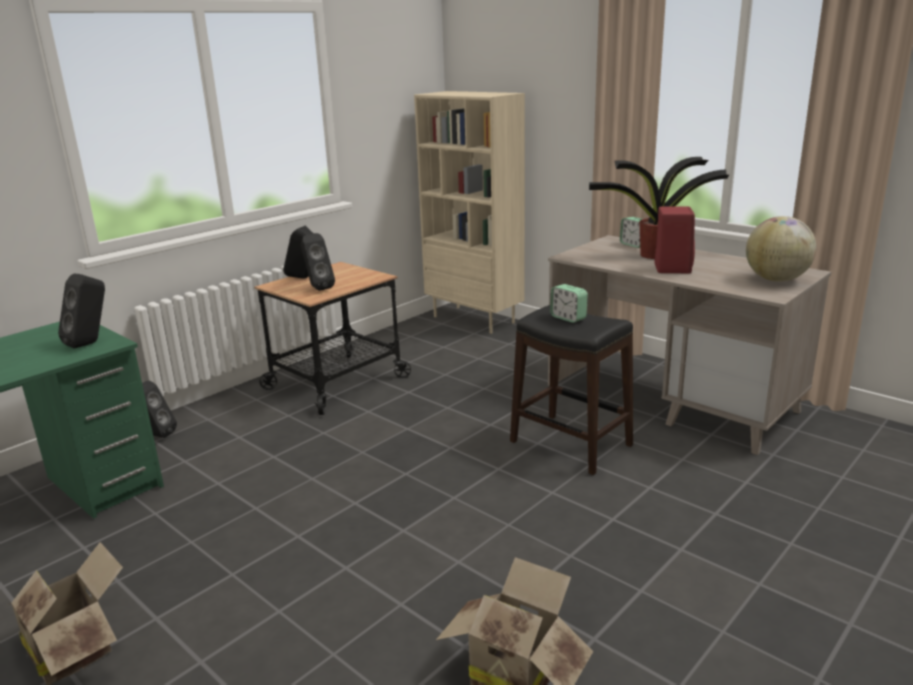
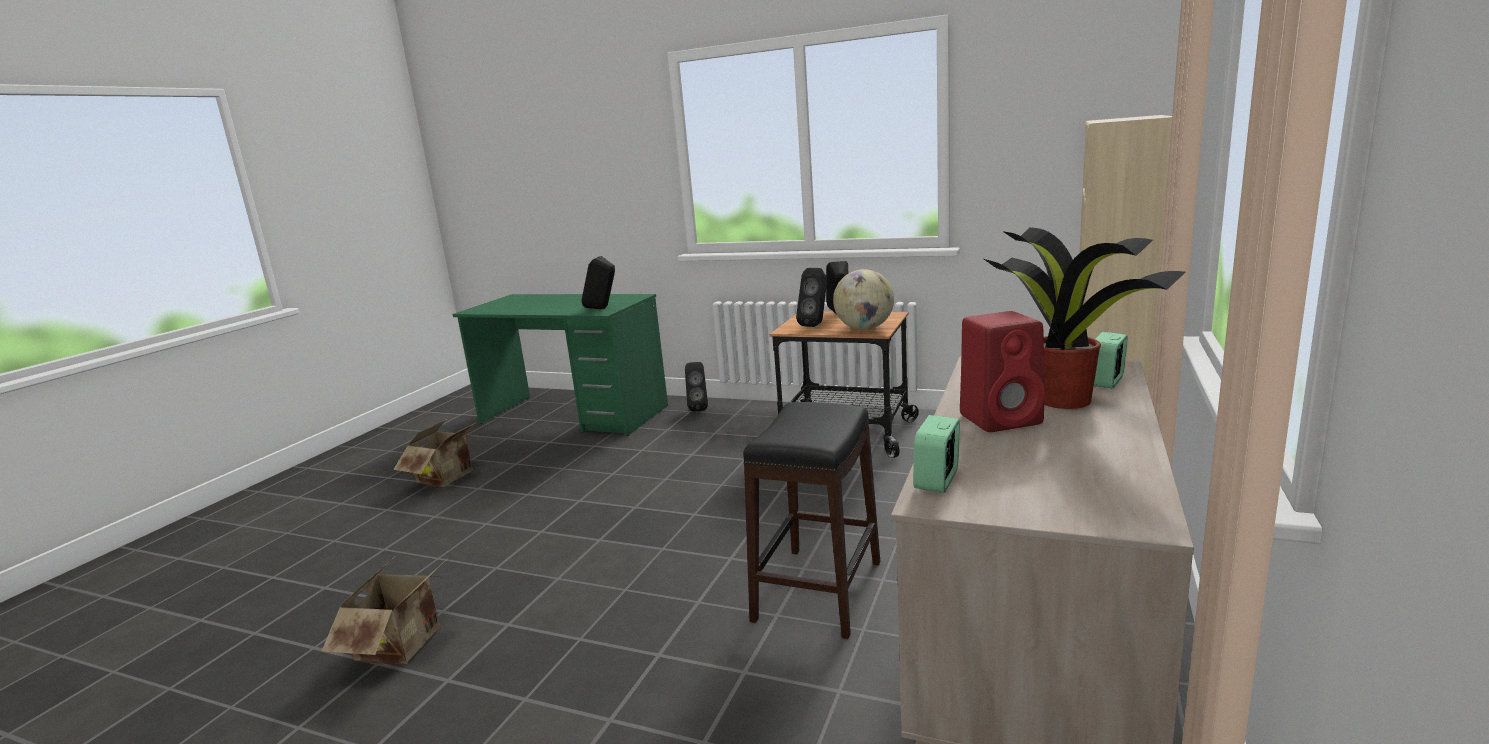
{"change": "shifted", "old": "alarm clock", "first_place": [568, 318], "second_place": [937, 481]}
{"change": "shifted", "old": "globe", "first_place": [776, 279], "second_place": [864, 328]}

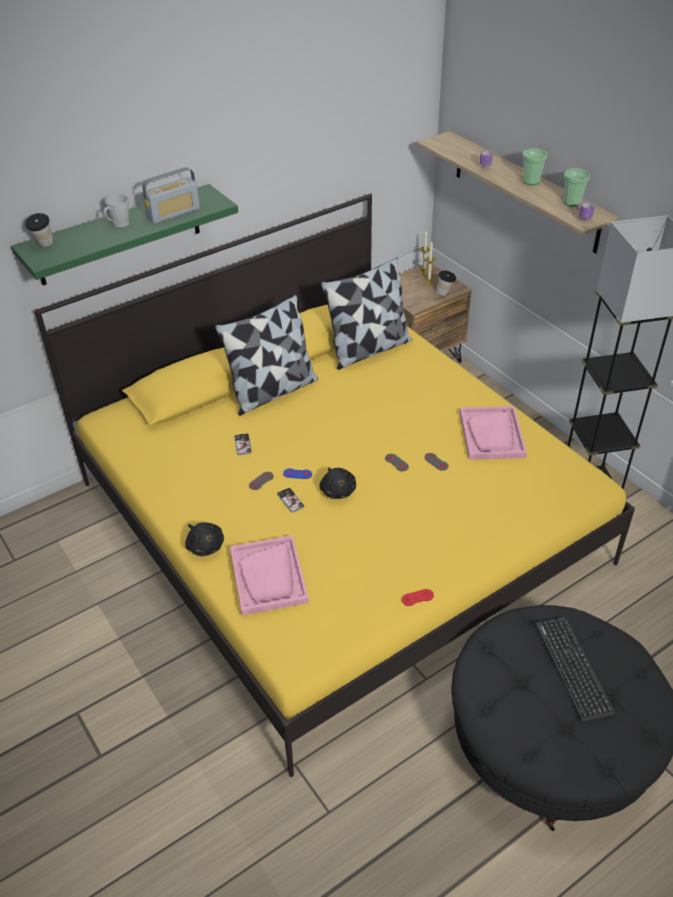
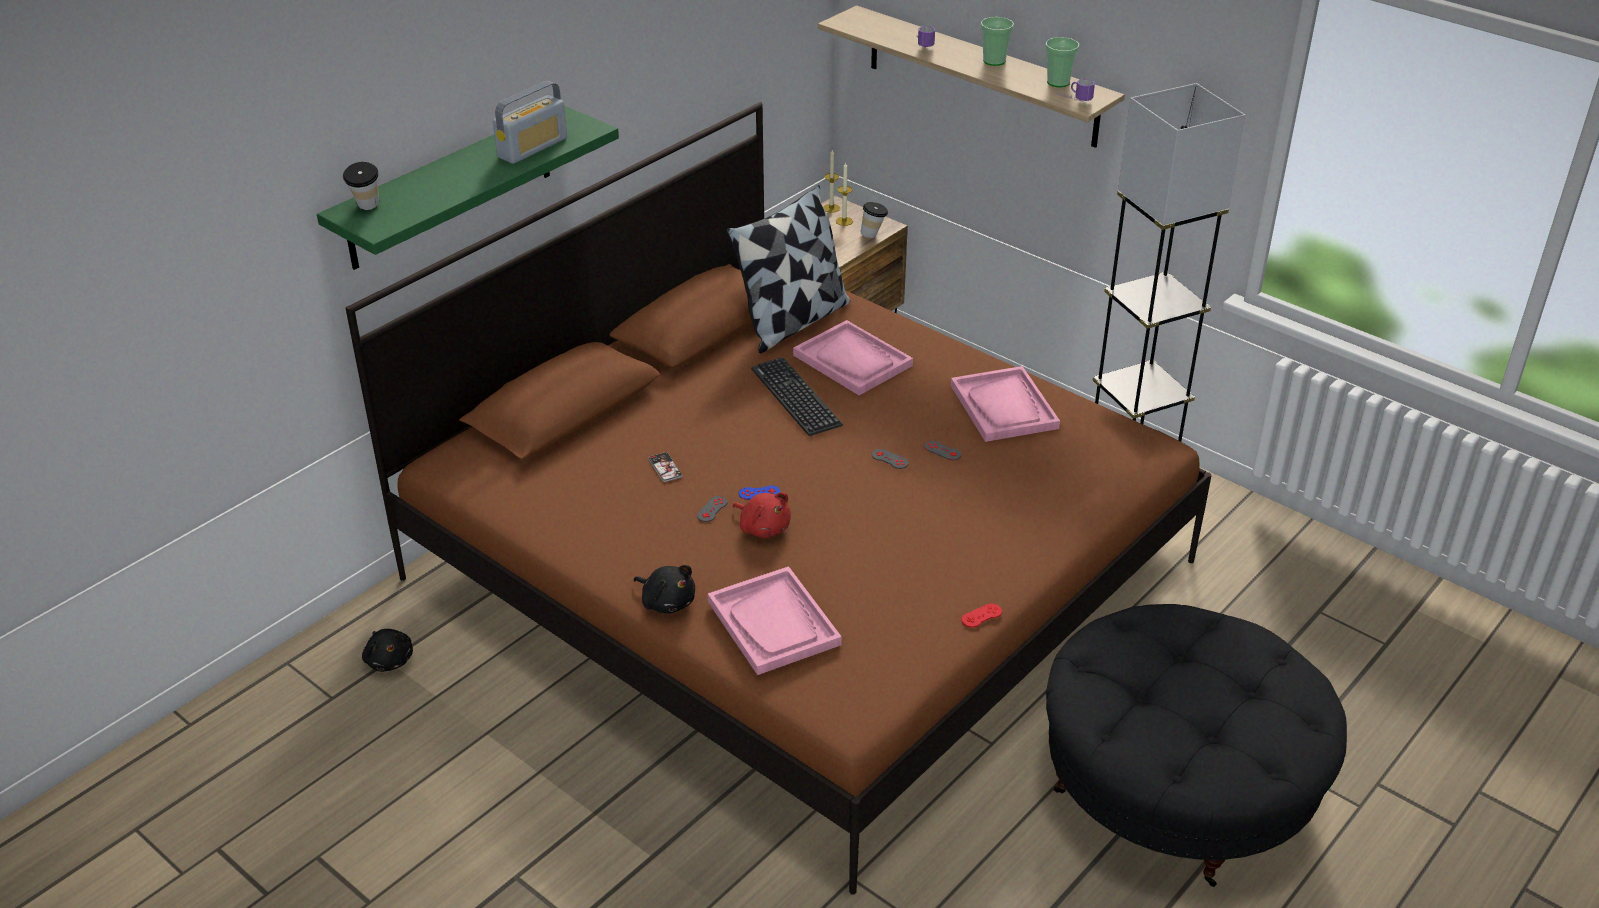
{"change": "repainted", "old": "yellow bed", "new": "brown bed", "first_place": [338, 521], "second_place": [799, 569]}
{"change": "gone", "old": "grey mug", "first_place": [118, 224]}
{"change": "gone", "old": "pillow", "first_place": [272, 391]}
{"change": "swapped", "old": "phone", "new": "red plush toy", "first_place": [290, 500], "second_place": [763, 527]}
{"change": "shifted", "old": "black plush toy", "first_place": [338, 490], "second_place": [389, 660]}
{"change": "shifted", "old": "keyboard", "first_place": [573, 667], "second_place": [795, 397]}
{"change": "new", "new": "pink tray", "second_place": [853, 360]}

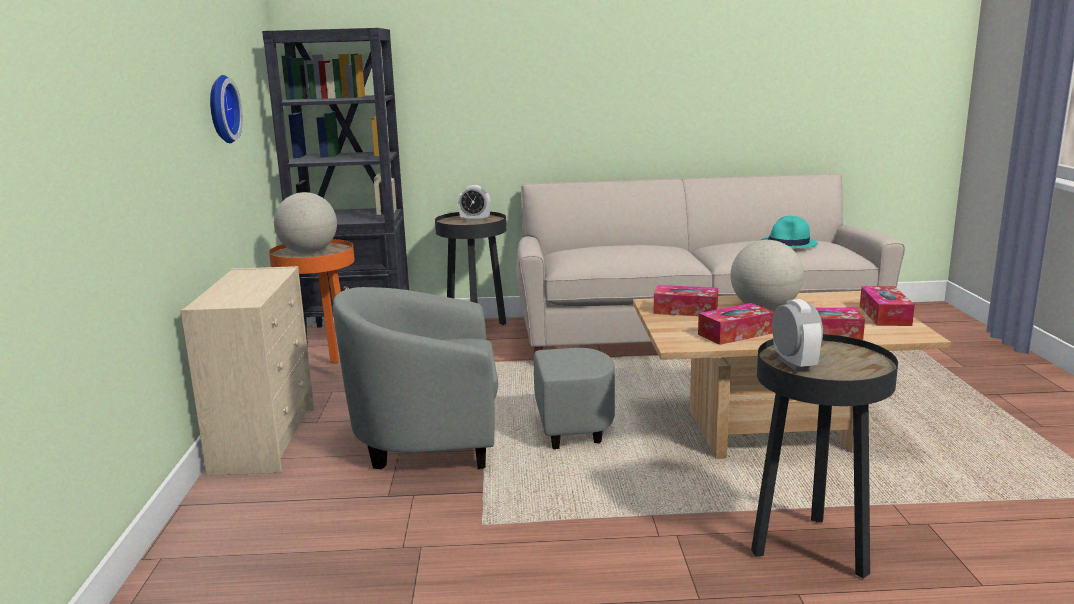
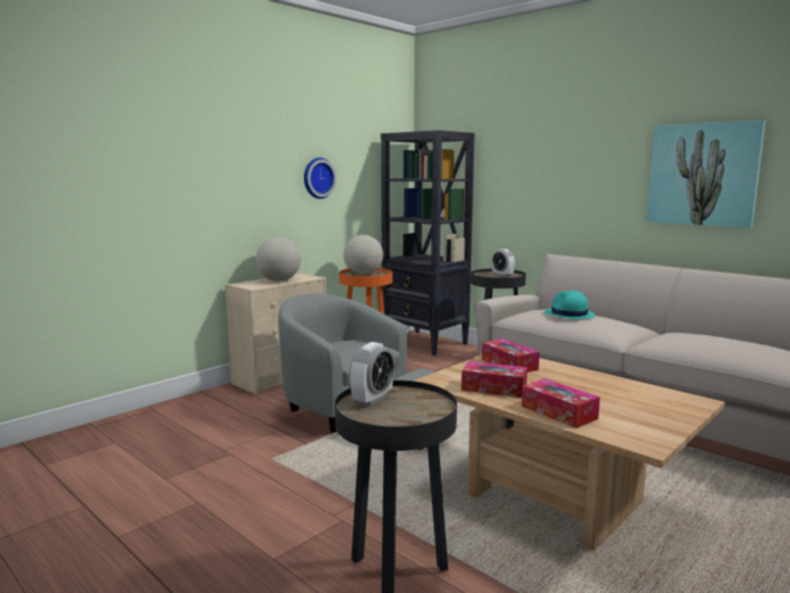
{"change": "shifted", "old": "globe", "first_place": [764, 308], "second_place": [279, 281]}
{"change": "shifted", "old": "turquoise hat", "first_place": [788, 244], "second_place": [569, 314]}
{"change": "gone", "old": "tissue box", "first_place": [885, 315]}
{"change": "new", "new": "picture", "second_place": [702, 174]}

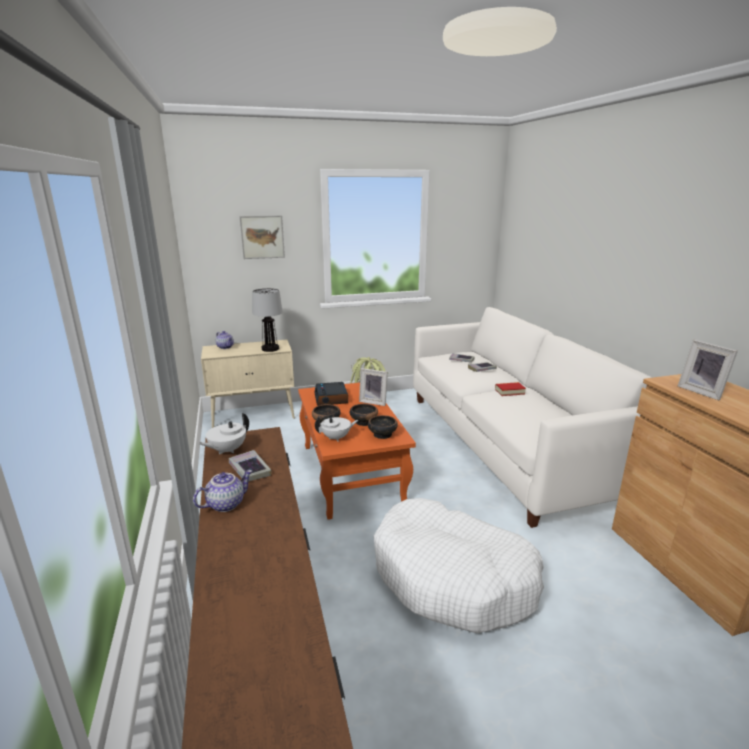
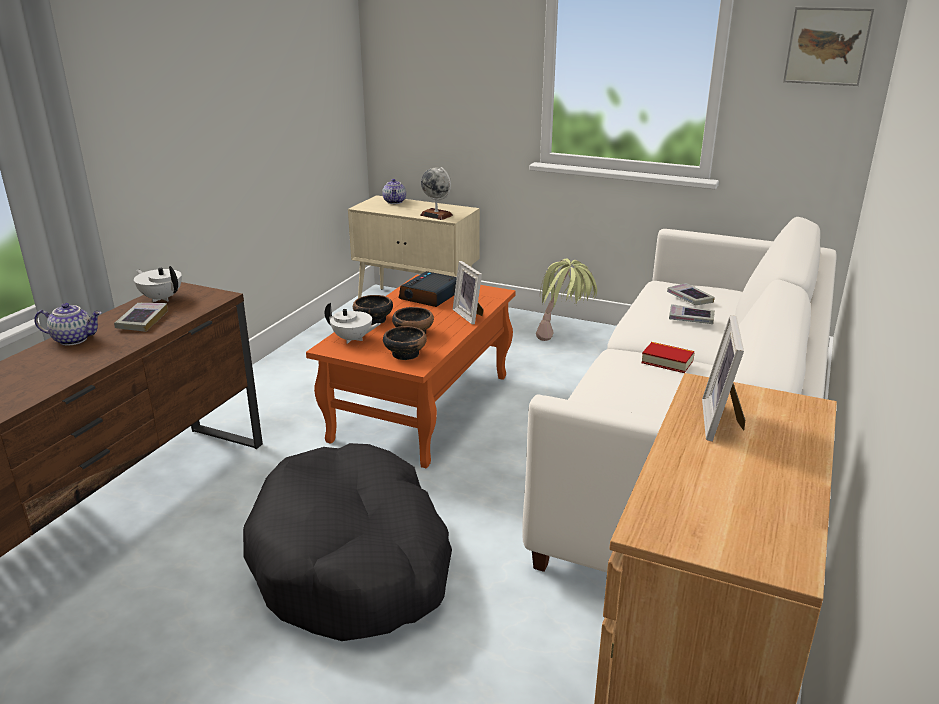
{"change": "rotated", "old": "white teapot", "first_place": [227, 450], "second_place": [161, 298], "degrees": 45}
{"change": "shifted", "old": "picture", "first_place": [262, 237], "second_place": [827, 46]}
{"change": "swapped", "old": "table lamp", "new": "globe", "first_place": [270, 349], "second_place": [436, 215]}
{"change": "repainted", "old": "white dog bed", "new": "black dog bed", "first_place": [453, 577], "second_place": [352, 562]}

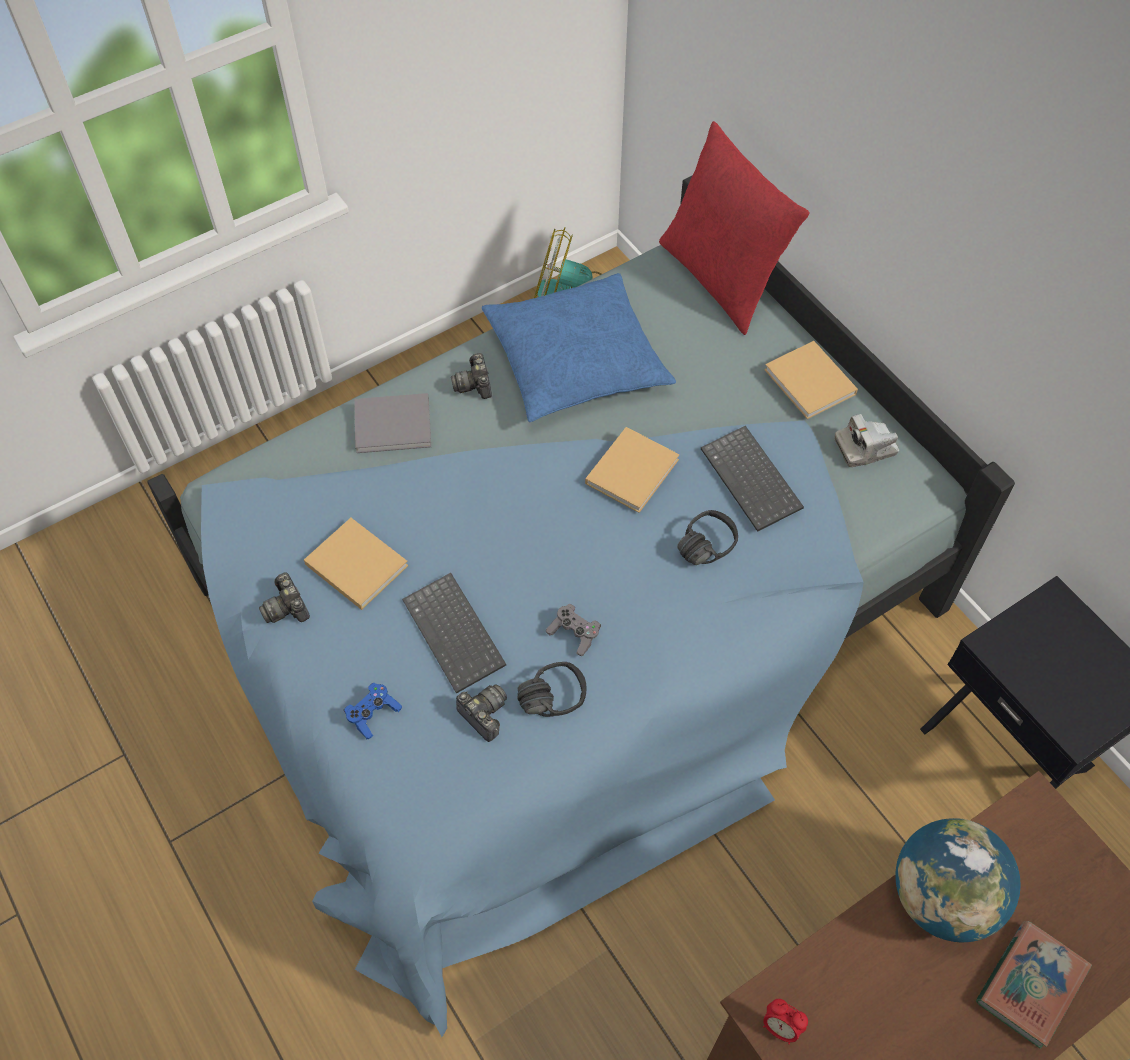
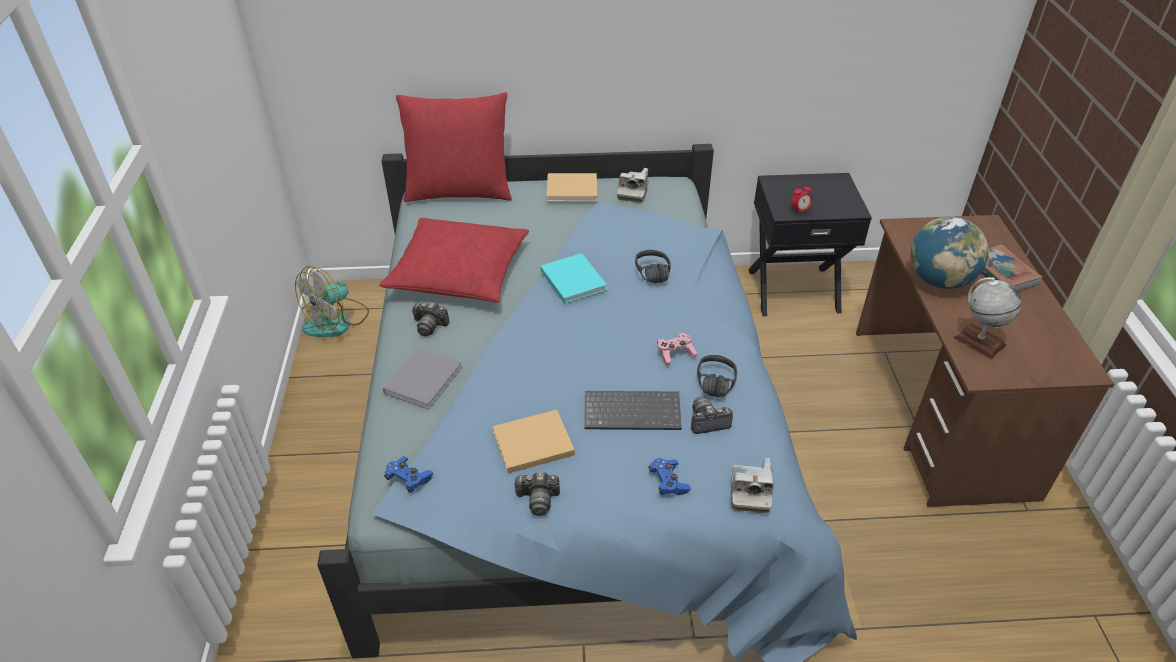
{"change": "repainted", "old": "blue pillow", "new": "red pillow", "first_place": [576, 360], "second_place": [458, 272]}
{"change": "repainted", "old": "grey game controller", "new": "pink game controller", "first_place": [574, 634], "second_place": [675, 354]}
{"change": "repainted", "old": "beige book", "new": "turquoise book", "first_place": [633, 469], "second_place": [572, 279]}
{"change": "gone", "old": "keyboard", "first_place": [753, 480]}
{"change": "shifted", "old": "alarm clock", "first_place": [780, 1027], "second_place": [800, 210]}
{"change": "new", "new": "blue game controller", "second_place": [409, 479]}
{"change": "new", "new": "photo camera", "second_place": [750, 492]}
{"change": "new", "new": "globe", "second_place": [979, 341]}

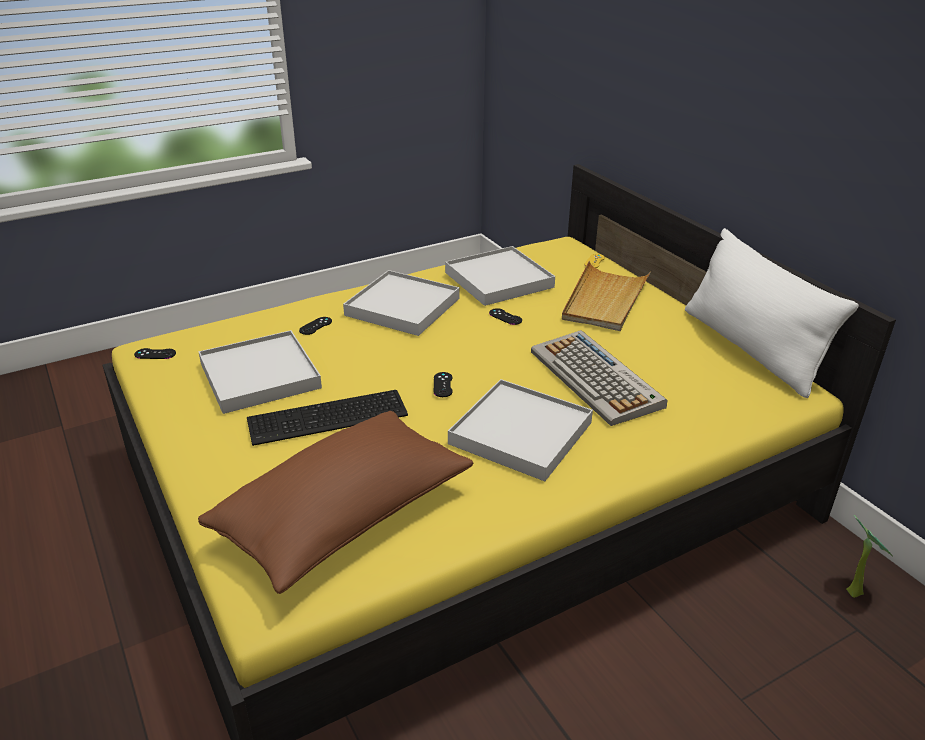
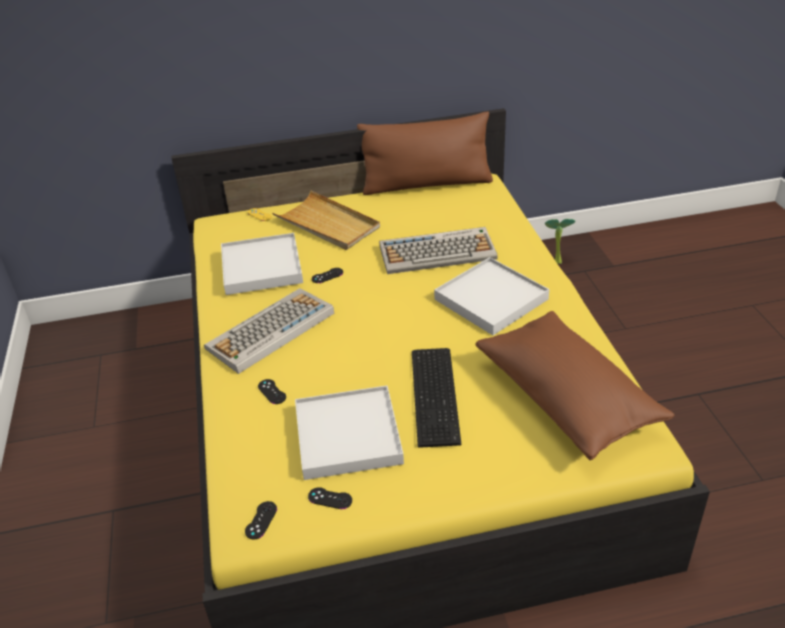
{"change": "swapped", "old": "white tray", "new": "keyboard", "first_place": [402, 307], "second_place": [270, 331]}
{"change": "shifted", "old": "black game controller", "first_place": [443, 385], "second_place": [330, 498]}
{"change": "repainted", "old": "white pillow", "new": "brown pillow", "first_place": [750, 348], "second_place": [427, 184]}

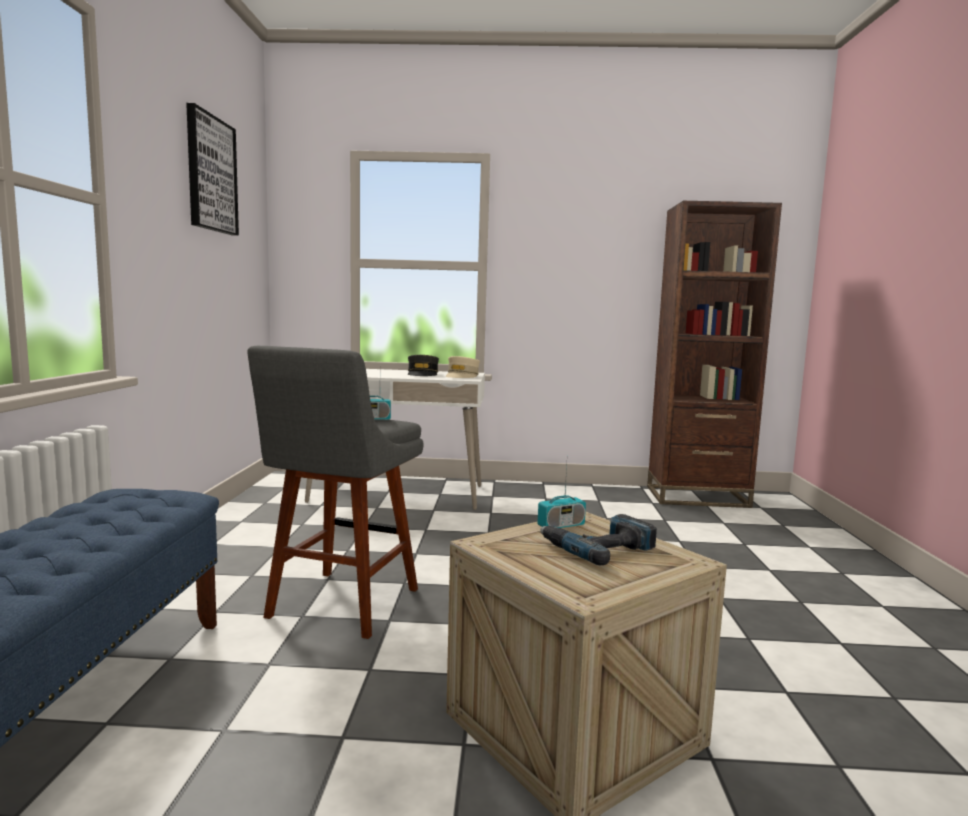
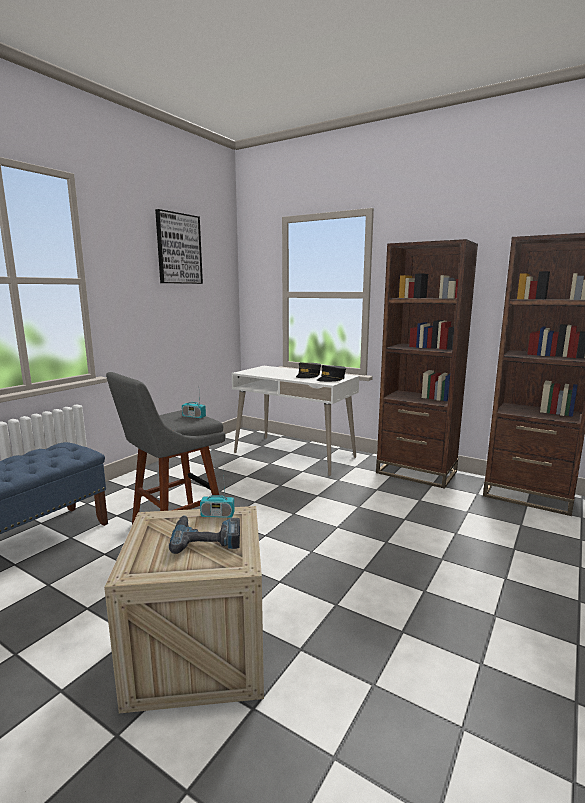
{"change": "repainted", "old": "beige cap", "new": "black cap", "first_place": [462, 376], "second_place": [331, 379]}
{"change": "new", "new": "brown bookcase", "second_place": [416, 472]}

